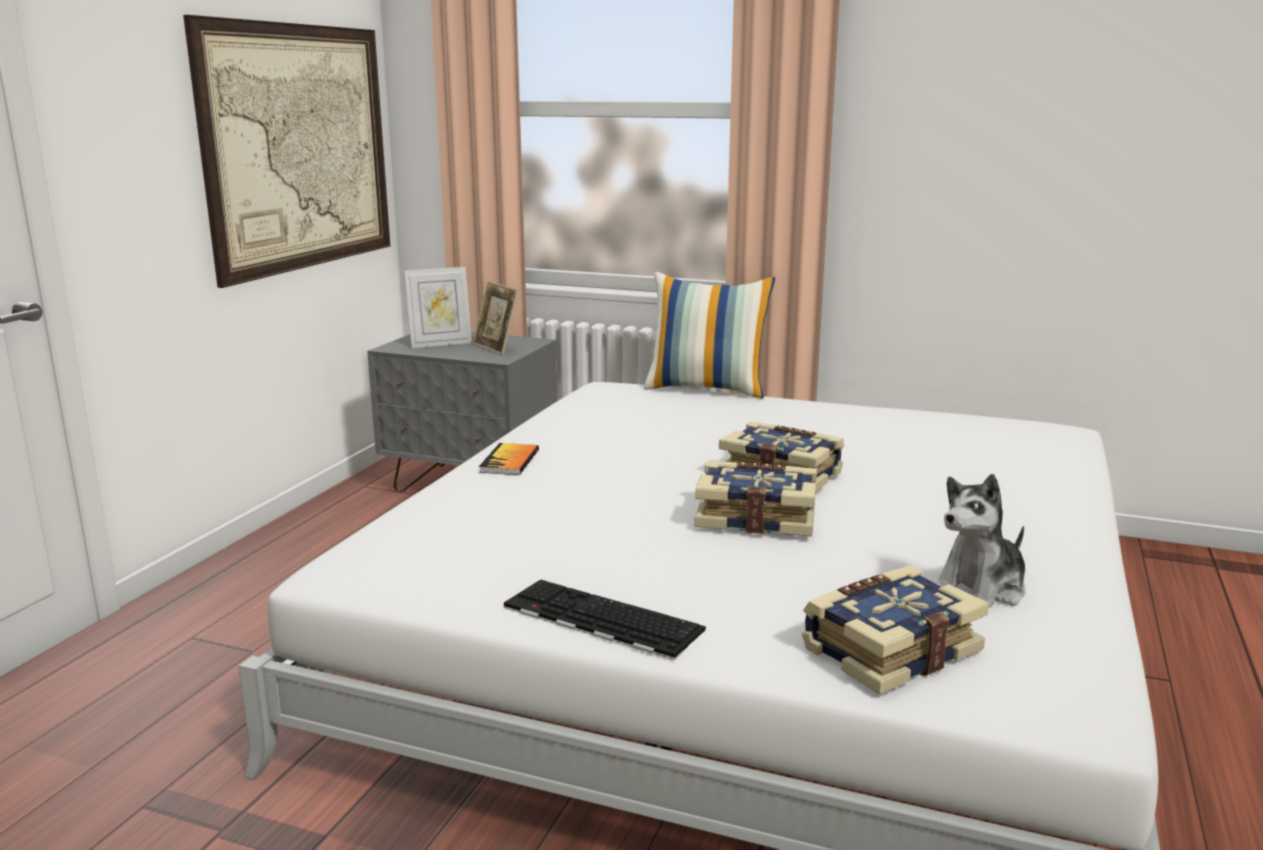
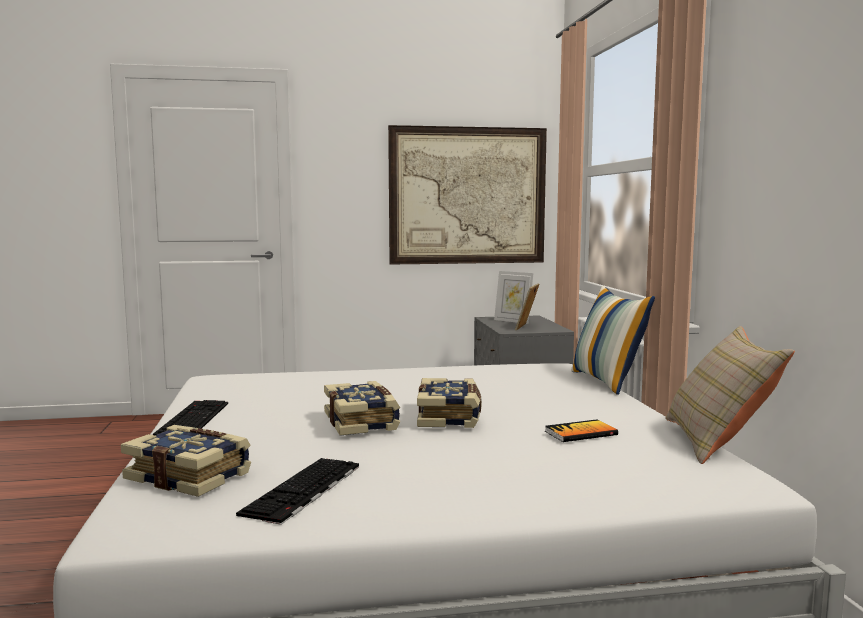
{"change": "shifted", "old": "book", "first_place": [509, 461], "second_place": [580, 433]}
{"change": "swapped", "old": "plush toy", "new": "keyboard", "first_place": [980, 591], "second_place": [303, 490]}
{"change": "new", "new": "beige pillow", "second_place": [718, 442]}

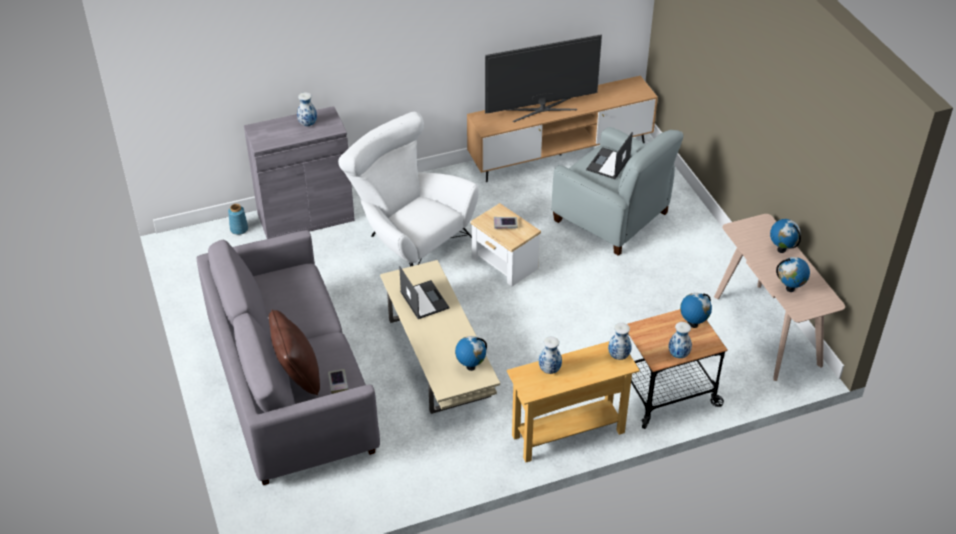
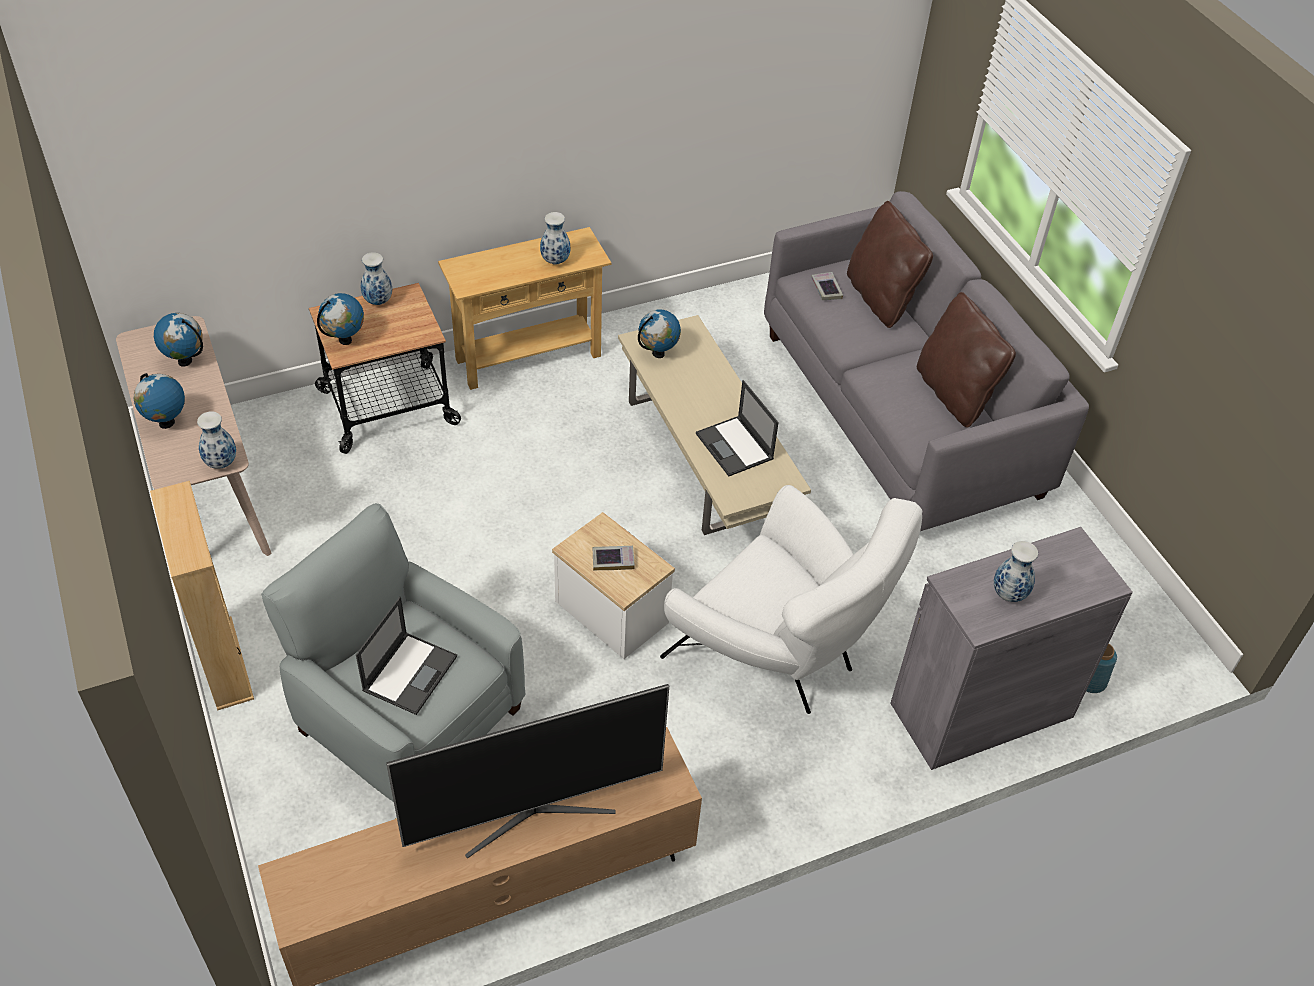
{"change": "shifted", "old": "vase", "first_place": [618, 356], "second_place": [222, 463]}
{"change": "new", "new": "beige bookcase", "second_place": [224, 663]}
{"change": "new", "new": "brown pillow", "second_place": [954, 394]}

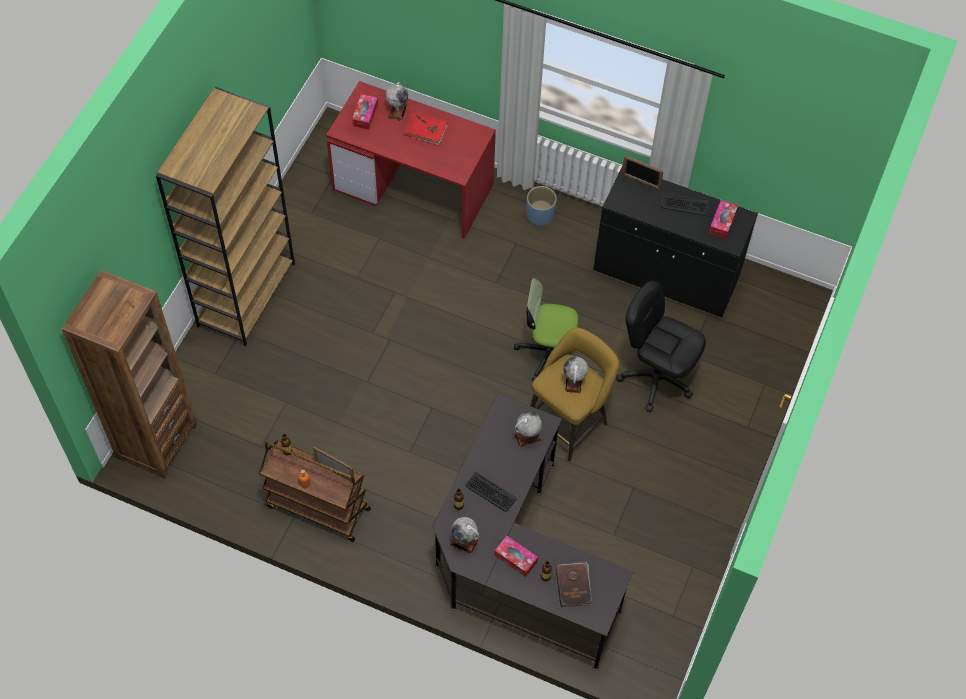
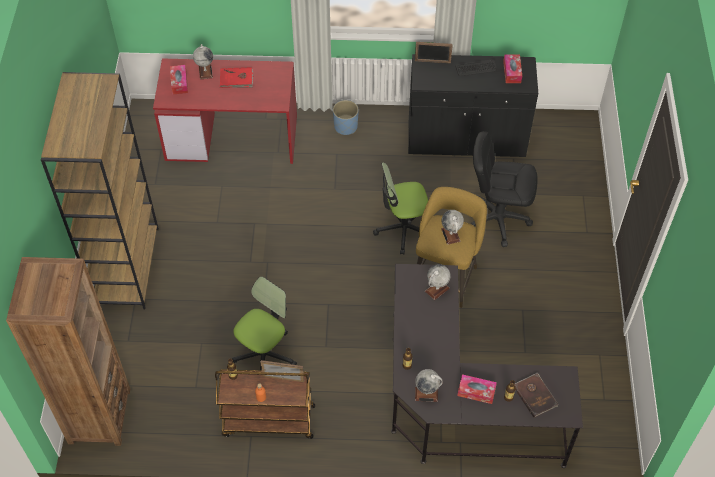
{"change": "gone", "old": "keyboard", "first_place": [490, 492]}
{"change": "new", "new": "office chair", "second_place": [265, 354]}

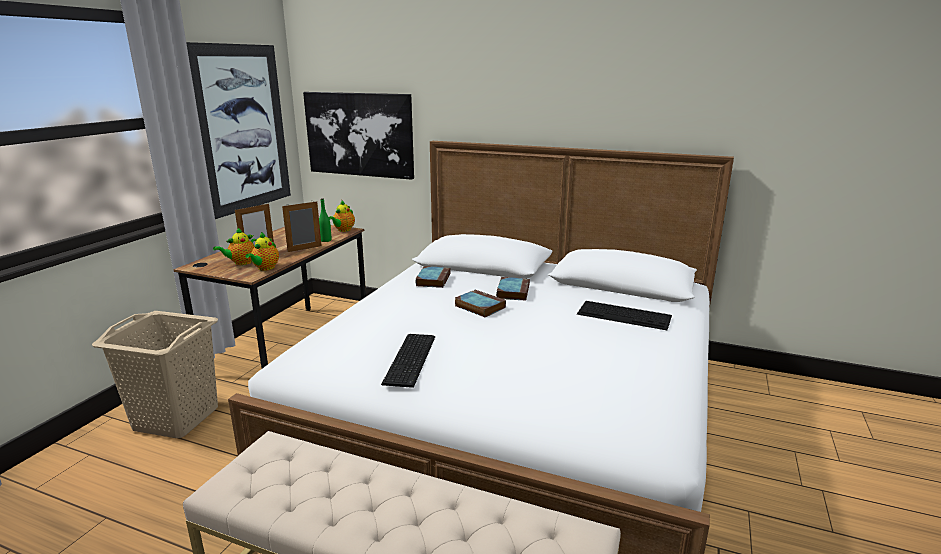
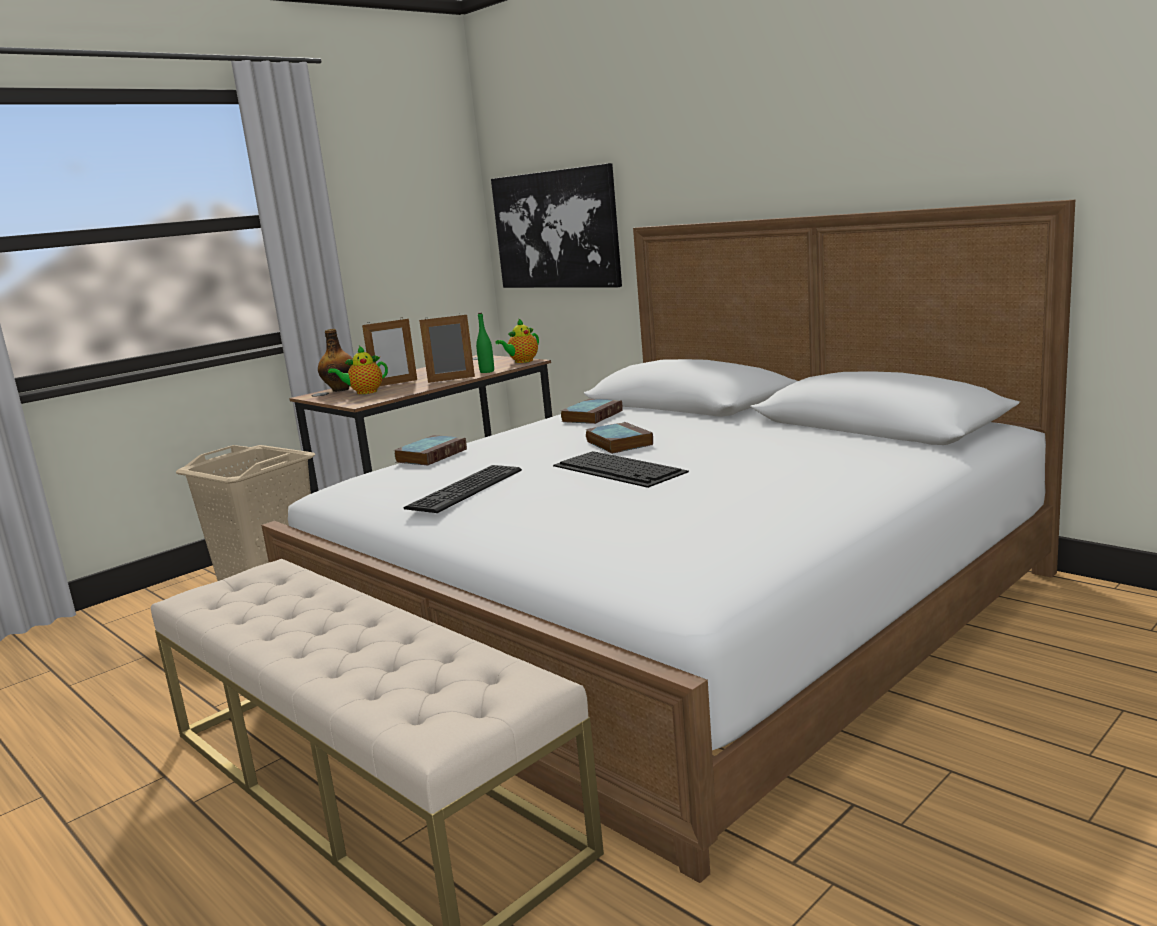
{"change": "gone", "old": "picture", "first_place": [243, 129]}
{"change": "gone", "old": "teapot", "first_place": [265, 268]}
{"change": "shifted", "old": "book", "first_place": [513, 291], "second_place": [431, 455]}
{"change": "shifted", "old": "keyboard", "first_place": [625, 315], "second_place": [620, 469]}
{"change": "new", "new": "bottle", "second_place": [341, 389]}

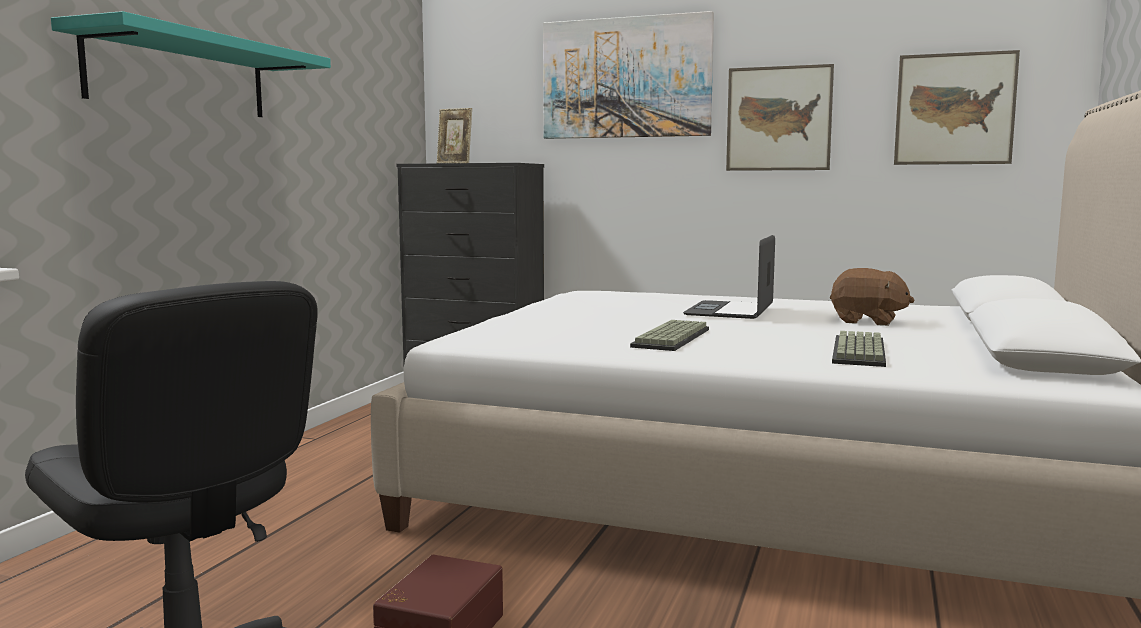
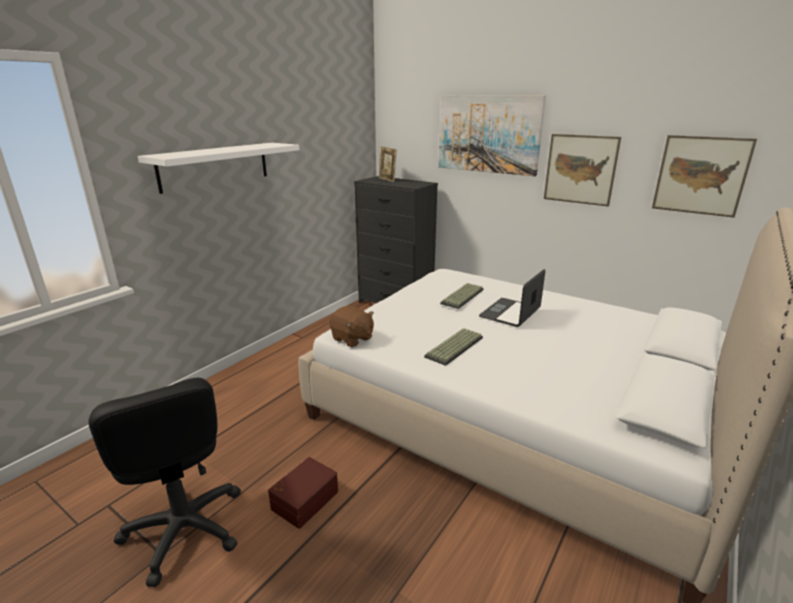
{"change": "repainted", "old": "turquoise shelf", "new": "white shelf", "first_place": [180, 76], "second_place": [215, 166]}
{"change": "shifted", "old": "brown plush toy", "first_place": [867, 321], "second_place": [352, 339]}
{"change": "shifted", "old": "keyboard", "first_place": [861, 352], "second_place": [463, 297]}

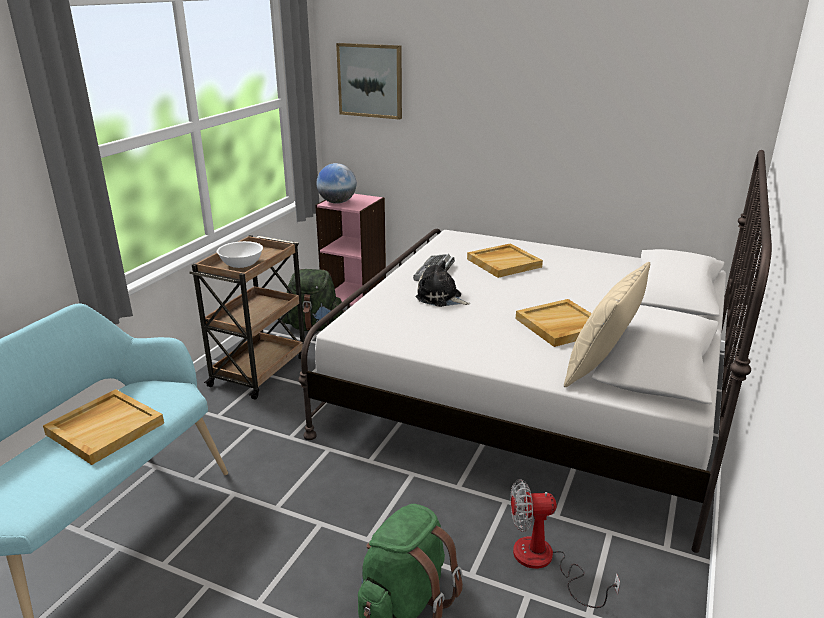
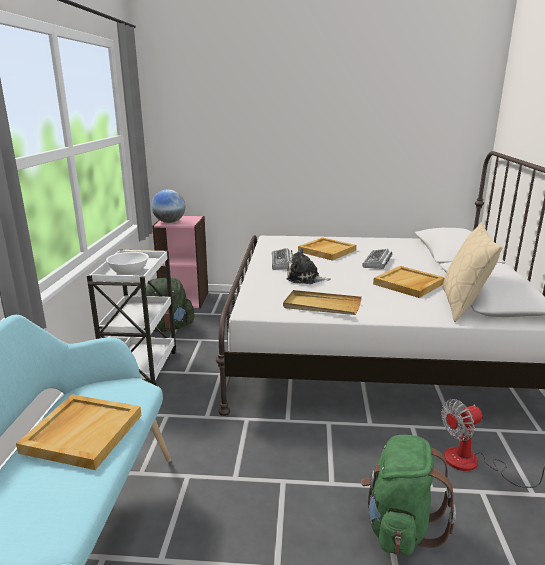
{"change": "repainted", "old": "brown cart", "new": "white cart", "first_place": [259, 370], "second_place": [142, 368]}
{"change": "gone", "old": "picture", "first_place": [370, 80]}
{"change": "new", "new": "beige tray", "second_place": [322, 306]}
{"change": "new", "new": "keyboard", "second_place": [377, 262]}

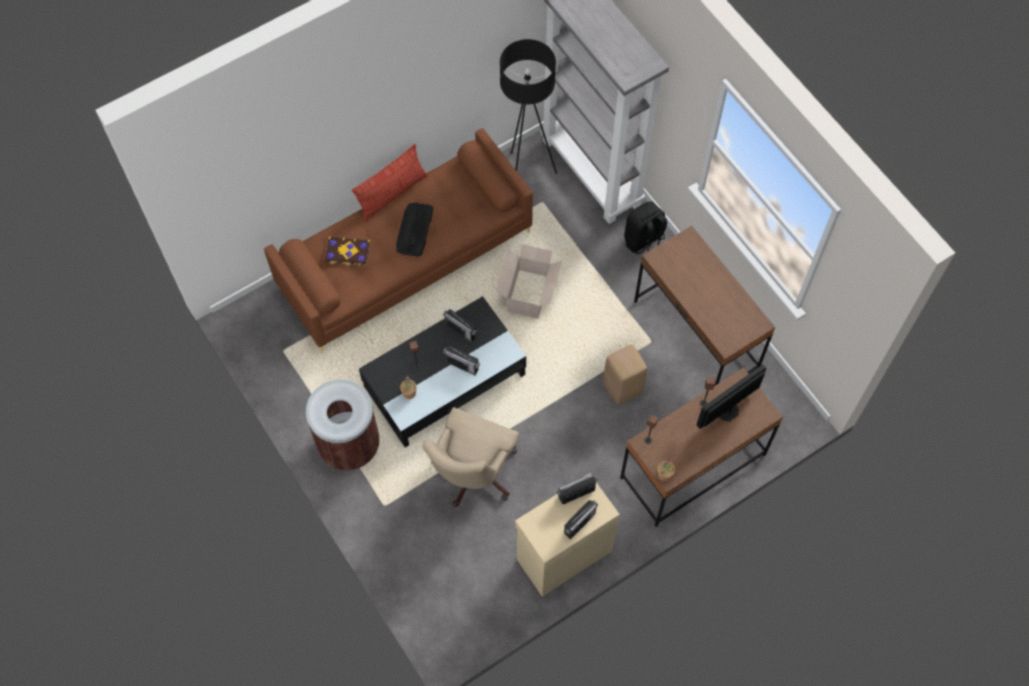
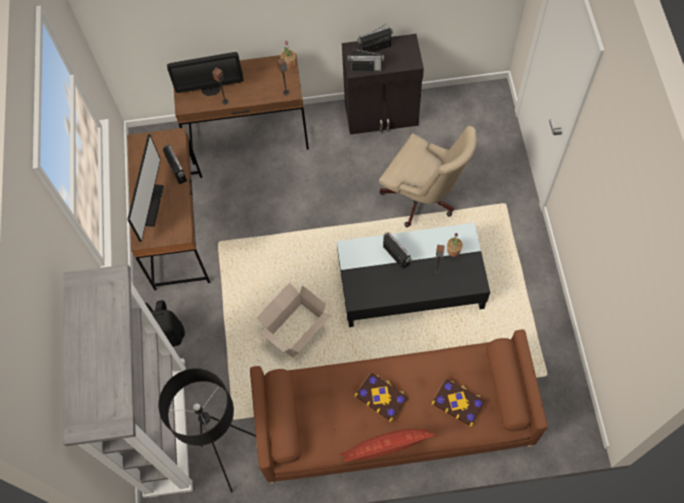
{"change": "gone", "old": "brown trash can", "first_place": [349, 445]}
{"change": "swapped", "old": "keyboard", "new": "book", "first_place": [414, 230], "second_place": [381, 396]}
{"change": "rotated", "old": "beige office chair", "first_place": [471, 474], "second_place": [423, 198], "degrees": 75}
{"change": "shifted", "old": "radio", "first_place": [461, 330], "second_place": [177, 170]}
{"change": "repainted", "old": "beige cabinet", "new": "black cabinet", "first_place": [562, 554], "second_place": [382, 115]}
{"change": "gone", "old": "beige stool", "first_place": [621, 388]}
{"change": "new", "new": "monitor", "second_place": [148, 205]}

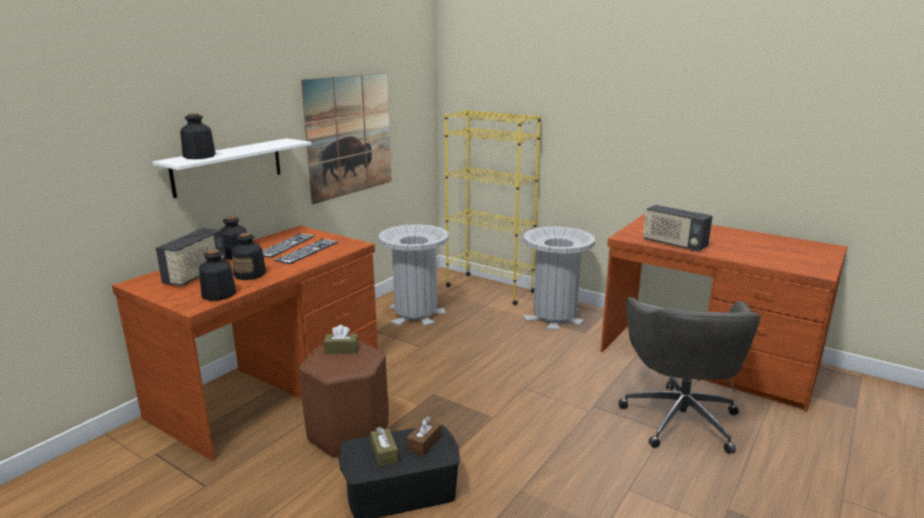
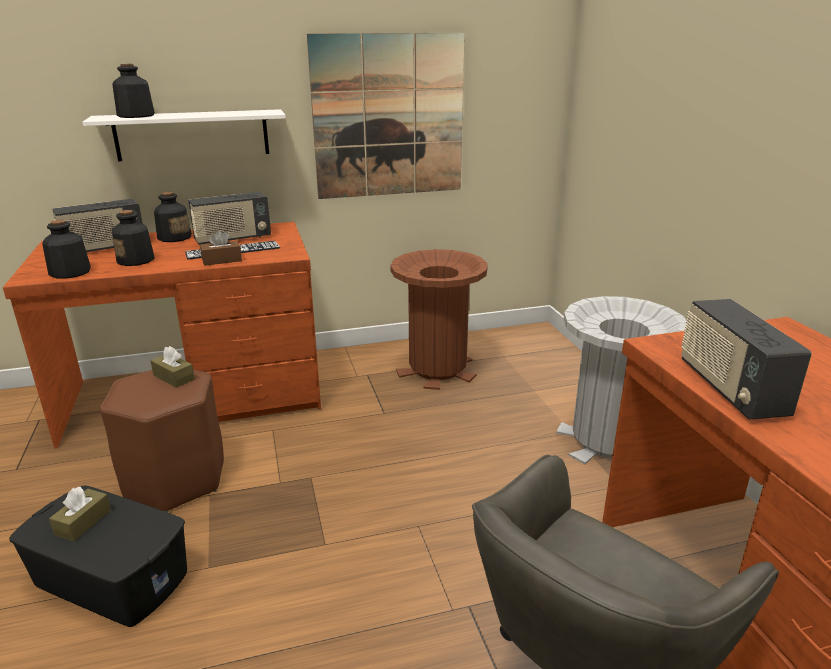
{"change": "swapped", "old": "keyboard", "new": "radio", "first_place": [286, 245], "second_place": [232, 239]}
{"change": "repainted", "old": "grey trash can", "new": "brown trash can", "first_place": [416, 313], "second_place": [437, 369]}
{"change": "shifted", "old": "brown tissue box", "first_place": [424, 443], "second_place": [222, 260]}
{"change": "gone", "old": "yellow bookcase", "first_place": [489, 289]}

